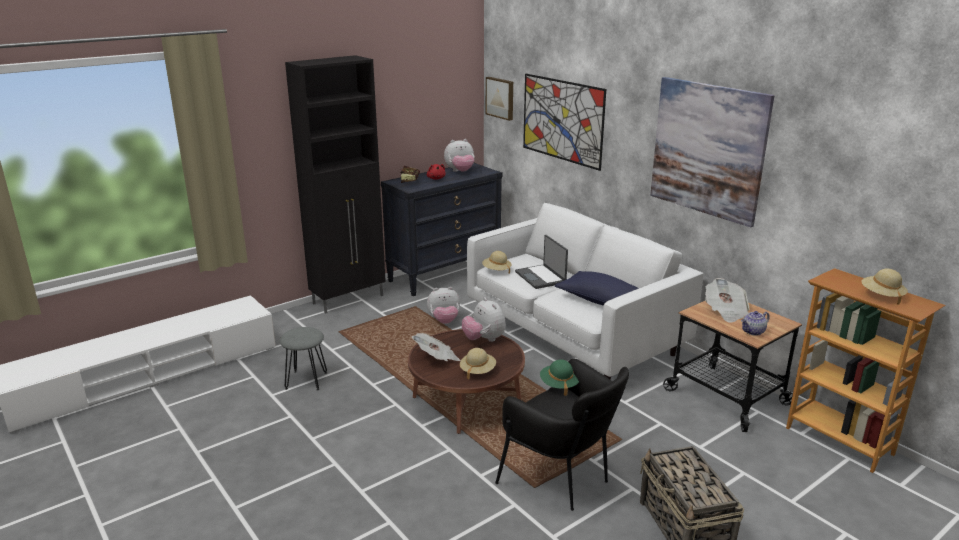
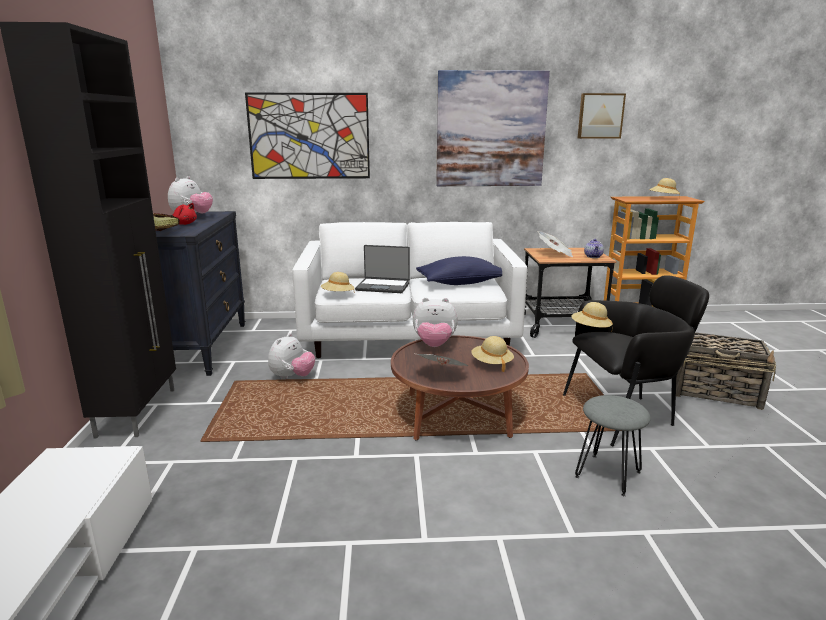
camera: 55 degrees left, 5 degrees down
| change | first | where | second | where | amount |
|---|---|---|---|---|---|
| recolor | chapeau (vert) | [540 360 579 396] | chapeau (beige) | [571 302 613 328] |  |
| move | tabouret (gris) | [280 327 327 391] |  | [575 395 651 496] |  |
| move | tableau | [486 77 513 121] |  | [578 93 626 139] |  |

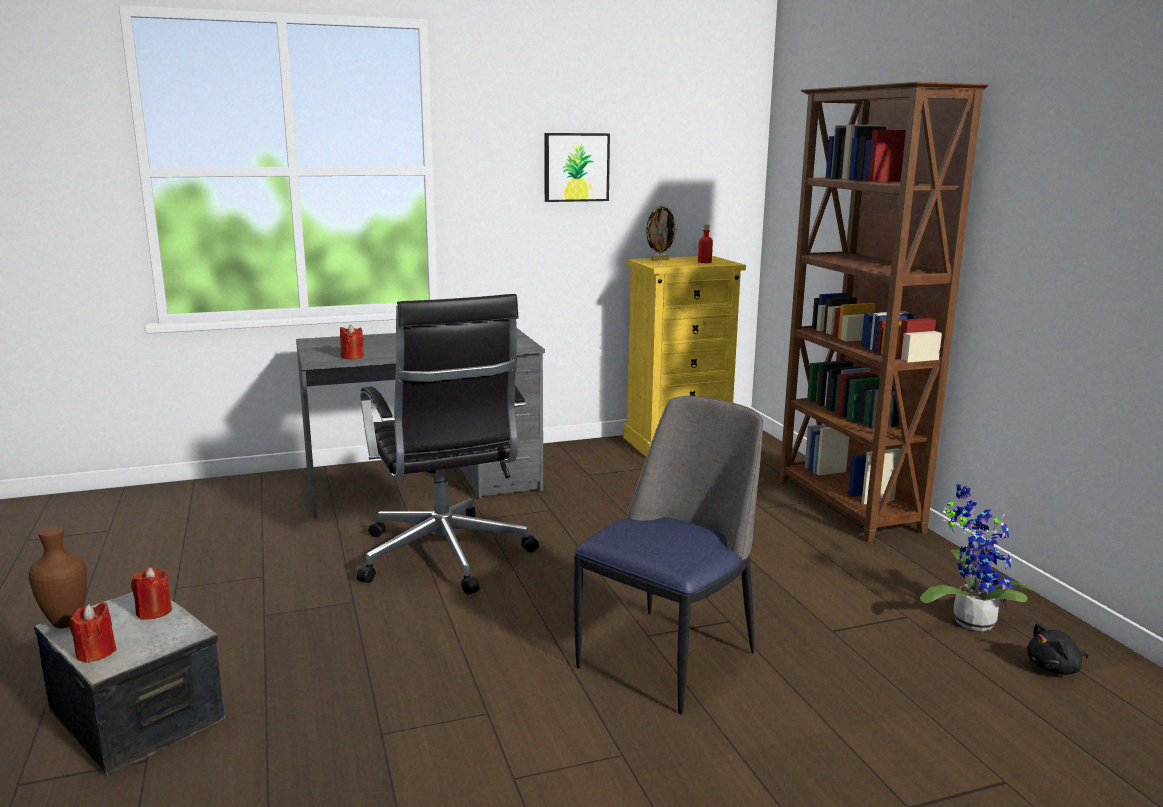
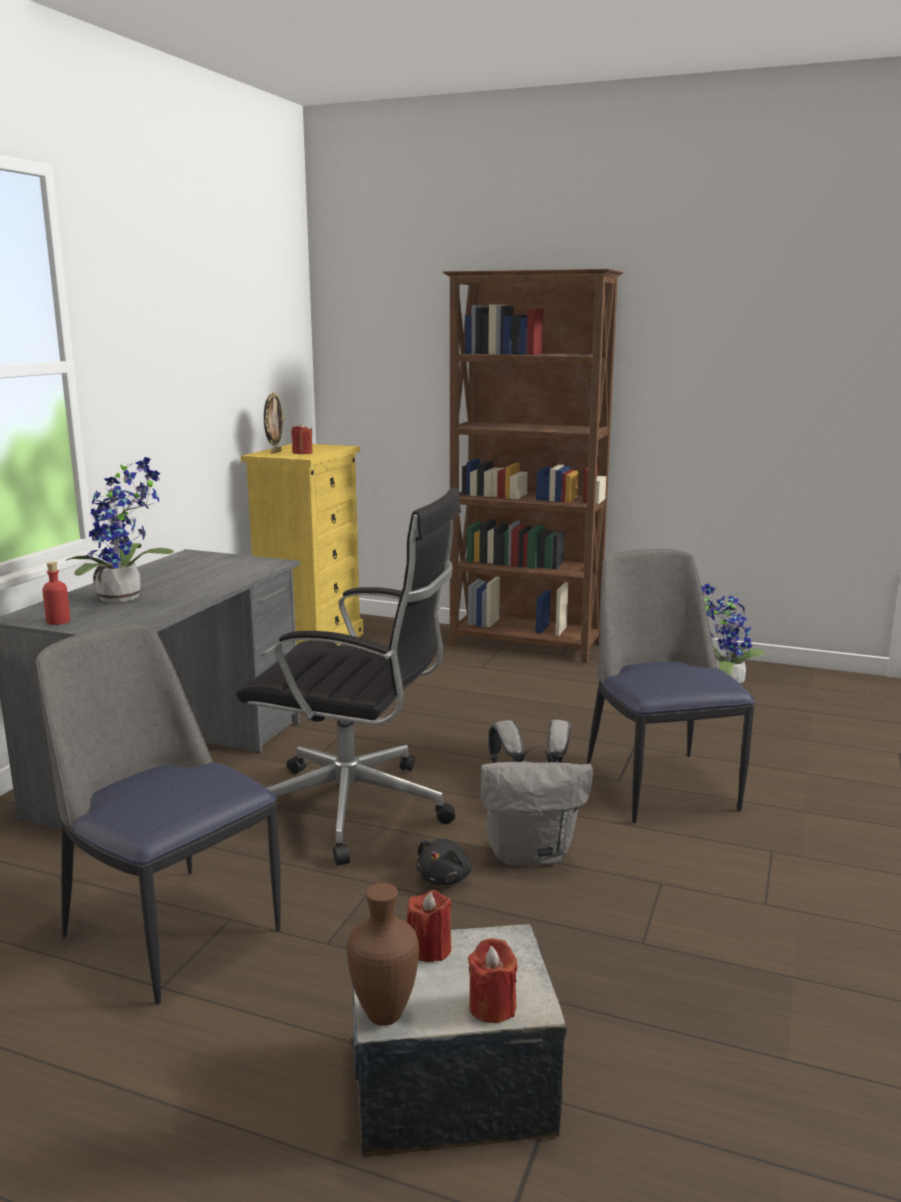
camera: 50 degrees left, 0 degrees up
| change | first | where | second | where | amount |
|---|---|---|---|---|---|
| insert |  |  | chaise | [36 624 281 1005] |  |
| move | bouteille (rouge) | [698 224 713 263] |  | [42 562 70 625] |  |
| insert |  |  | plante en pot | [65 457 174 603] |  |
| move | bougie (rouge) | [340 325 364 359] |  | [291 423 313 454] |  |
| move | peluche (noir) | [1027 623 1089 675] |  | [417 839 472 885] |  |
| insert |  |  | sac à dos (gris) | [481 720 593 866] |  |
| delete | tableau | [544 133 610 202] |  |  |  |

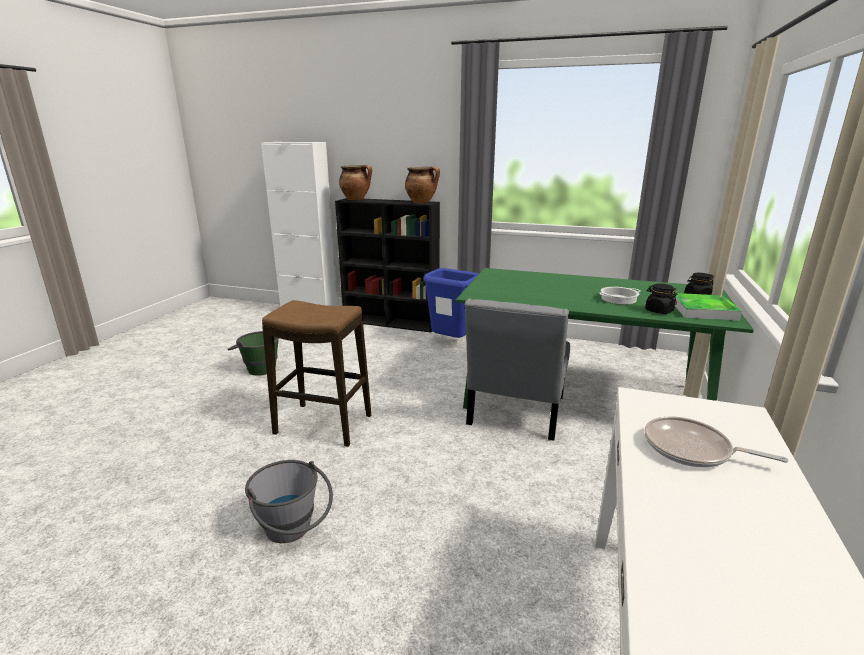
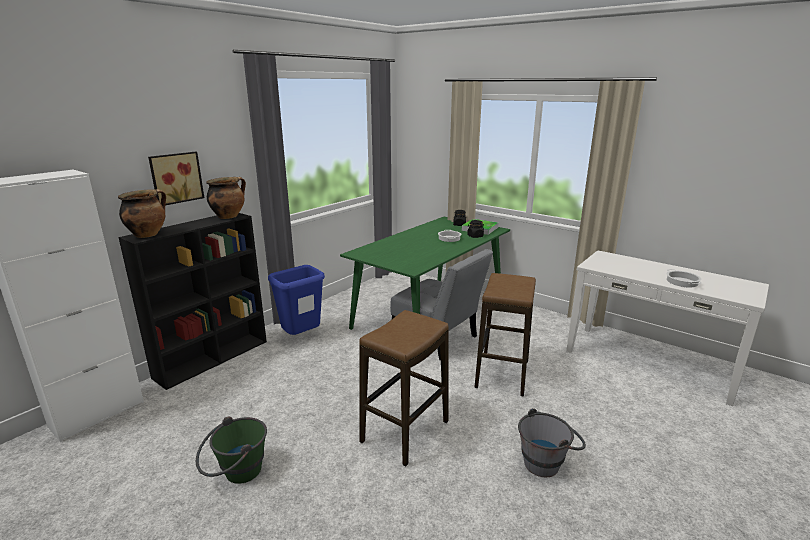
camera: 70 degrees left, 0 degrees up
| change | first | where | second | where | amount |
|---|---|---|---|---|---|
| insert |  |  | tableau | [148 152 204 205] |  |
| insert |  |  | tabouret | [474 273 536 397] |  |
| insert |  |  | marmite | [666 269 702 287] |  |
| delete | poêle | [645 416 789 467] |  |  |  |

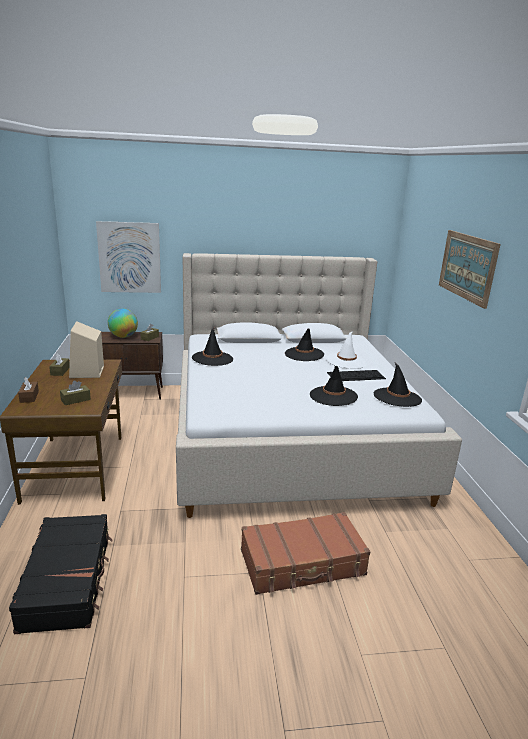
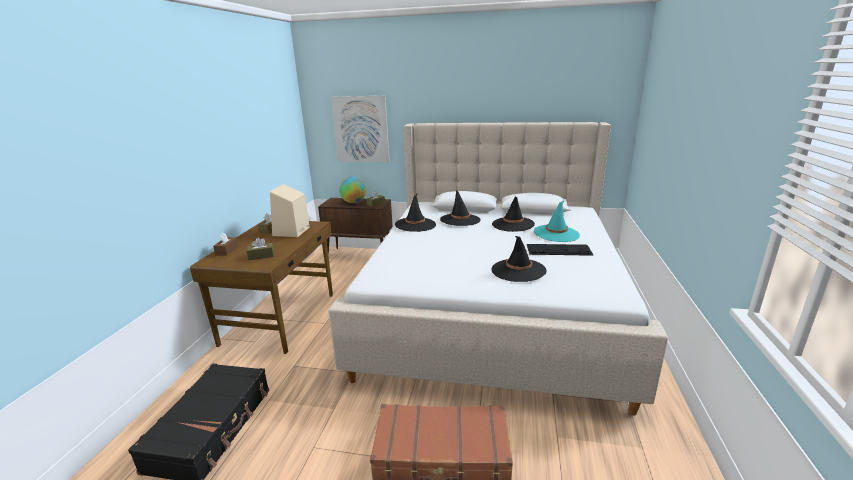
camera: 20 degrees right, 0 degrees up
| change | first | where | second | where | amount |
|---|---|---|---|---|---|
| move | chapeau (noir) | [374 363 422 407] |  | [440 189 481 226] |  |
| recolor | chapeau (blanc) | [326 331 367 369] | chapeau (turquoise) | [534 201 580 242] |  |
| delete | tableau | [439 230 501 309] |  |  |  |

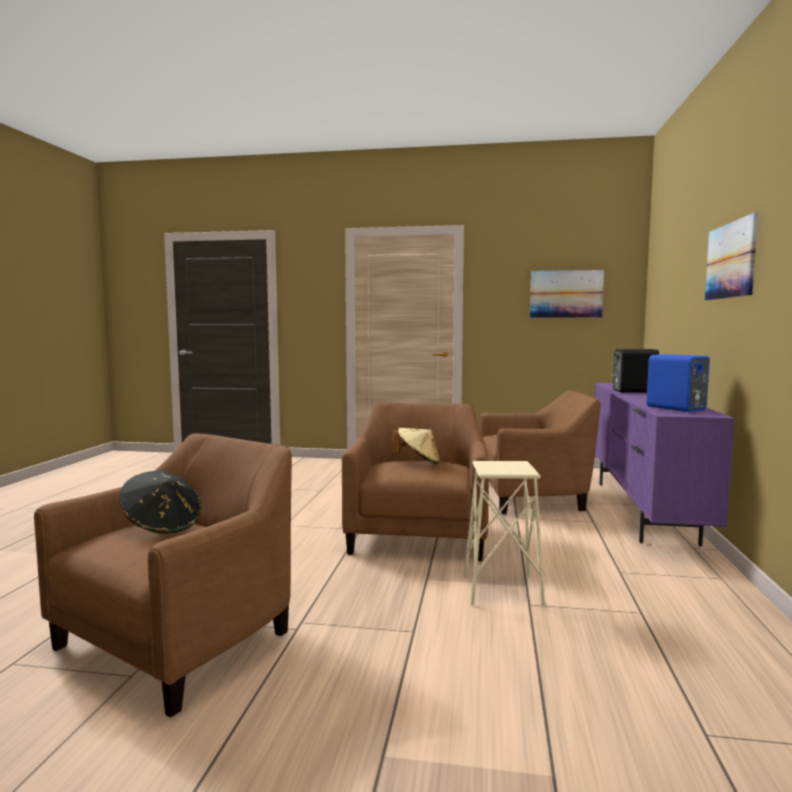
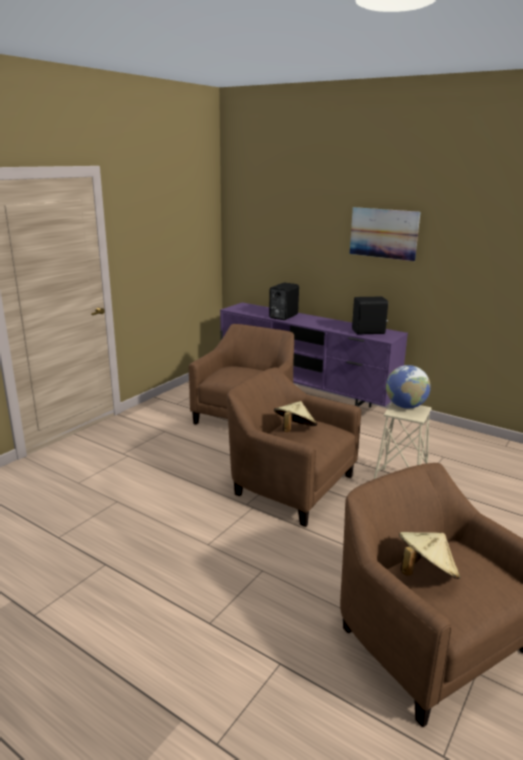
camera: 65 degrees left, 15 degrees up
| change | first | where | second | where | amount |
|---|---|---|---|---|---|
| recolor | enceinte (bleu) | [647 354 710 412] | enceinte (noir) | [352 297 388 334] |  |
| insert |  |  | globe | [386 365 431 409] |  |
| recolor | chapeau (noir) | [120 471 201 534] | chapeau (beige) | [399 532 460 579] |  |
| delete | tableau | [530 270 604 318] |  |  |  |

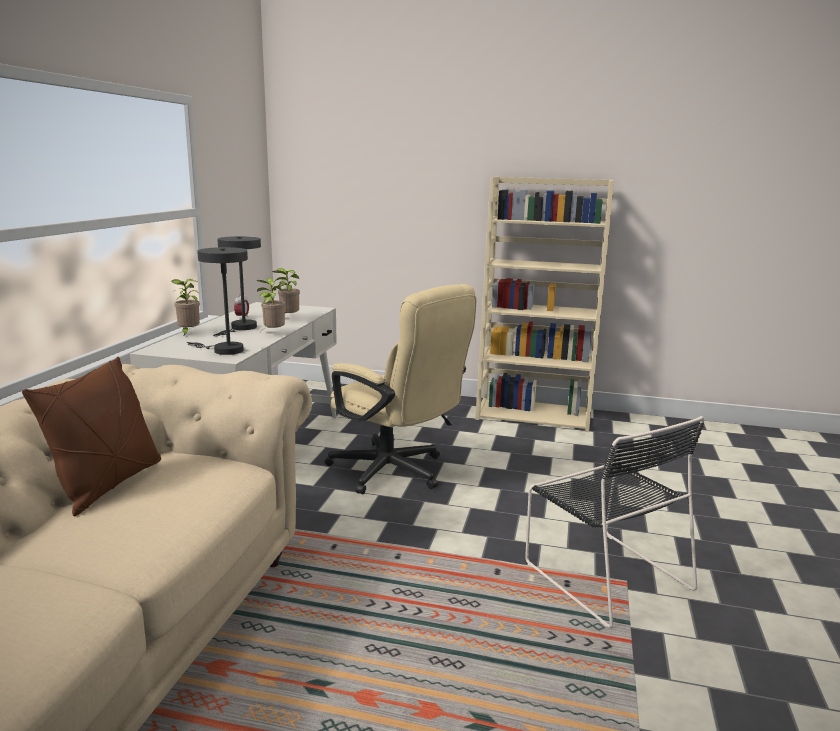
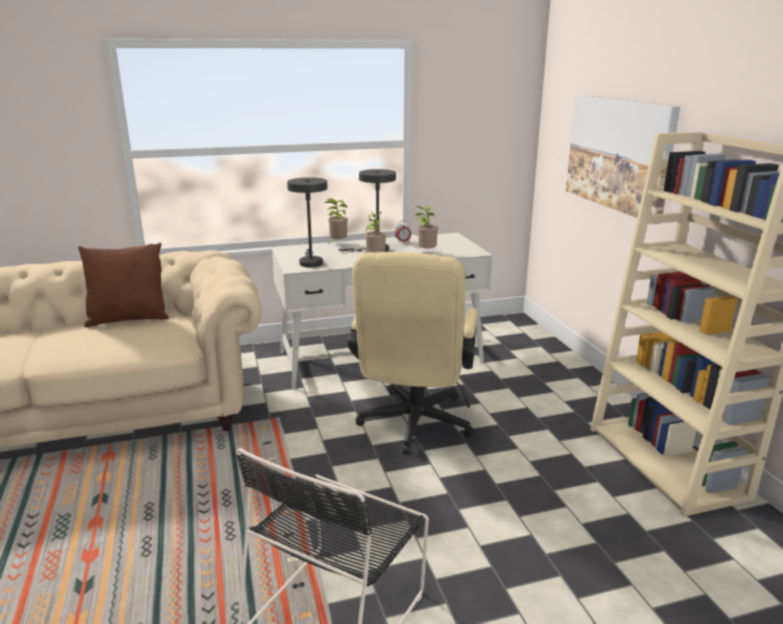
camera: 60 degrees right, 5 degrees up
| change | first | where | second | where | amount |
|---|---|---|---|---|---|
| insert |  |  | tableau | [566 95 680 224] |  |

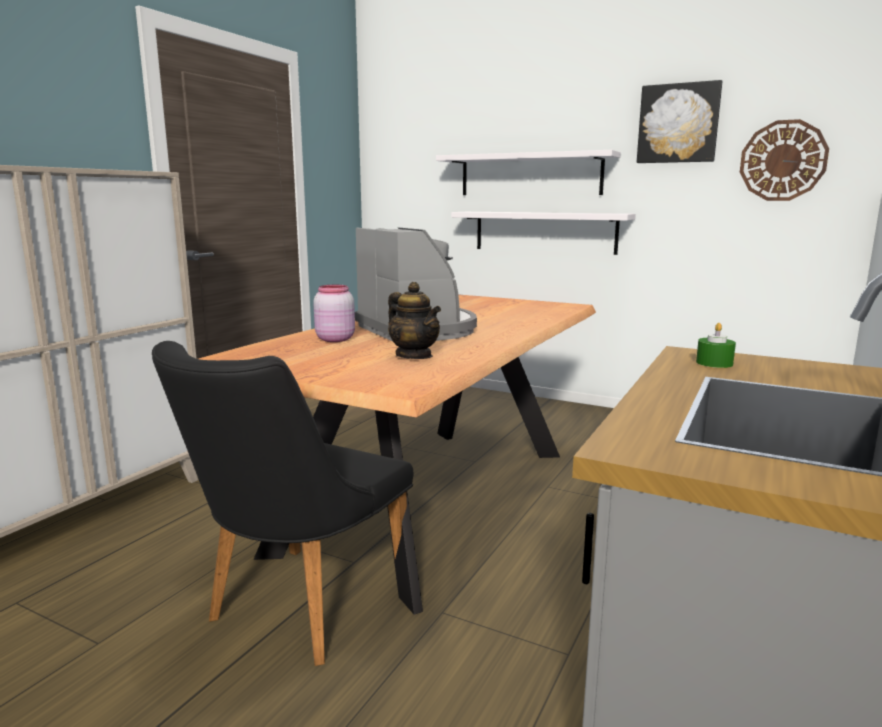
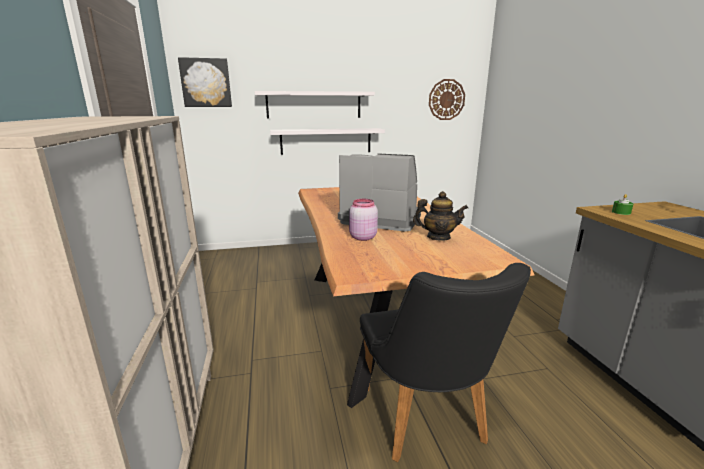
camera: 40 degrees left, 5 degrees up
| change | first | where | second | where | amount |
|---|---|---|---|---|---|
| move | tableau | [637 80 722 163] |  | [178 57 232 107] |  |

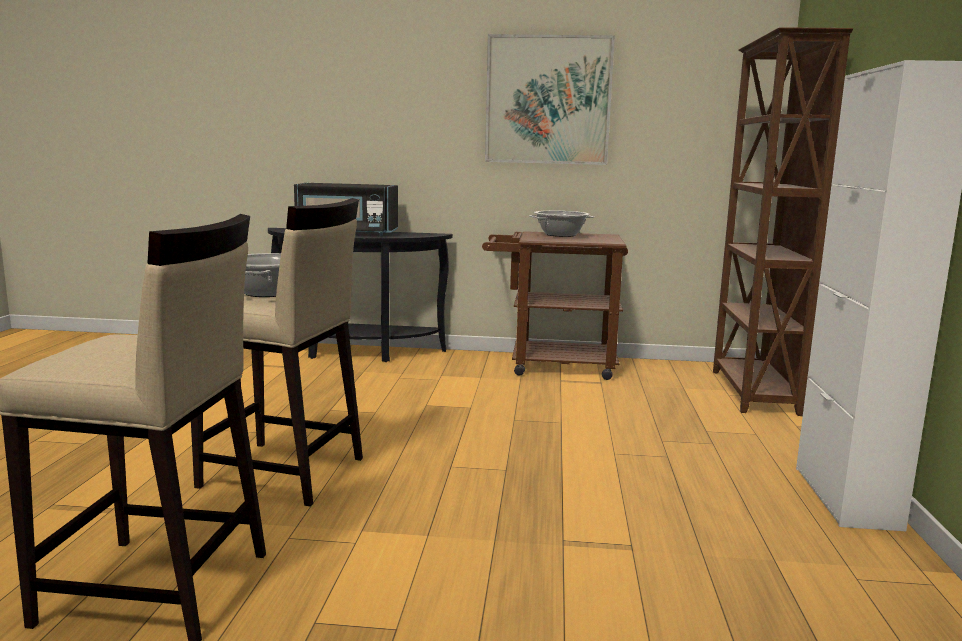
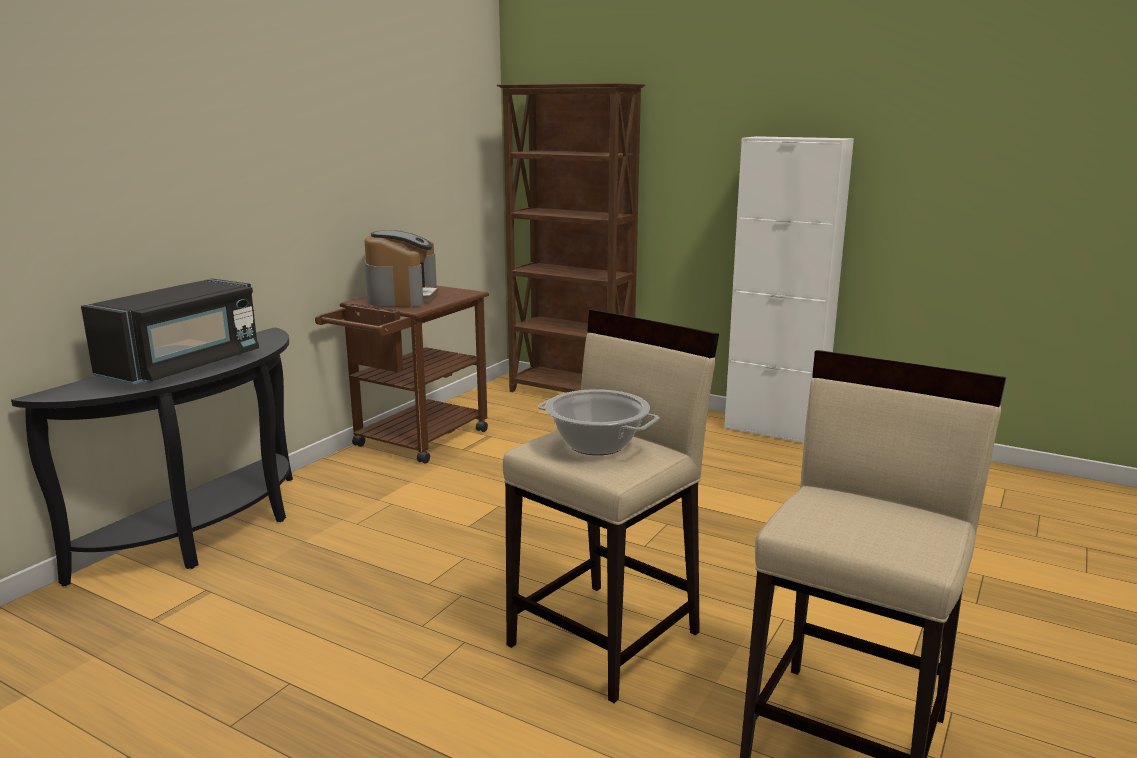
camera: 65 degrees left, 5 degrees up
| change | first | where | second | where | amount |
|---|---|---|---|---|---|
| replace | marmite | [529 211 594 237] | machine à café | [365 230 439 307] |  |
| delete | tableau | [485 34 615 165] |  |  |  |

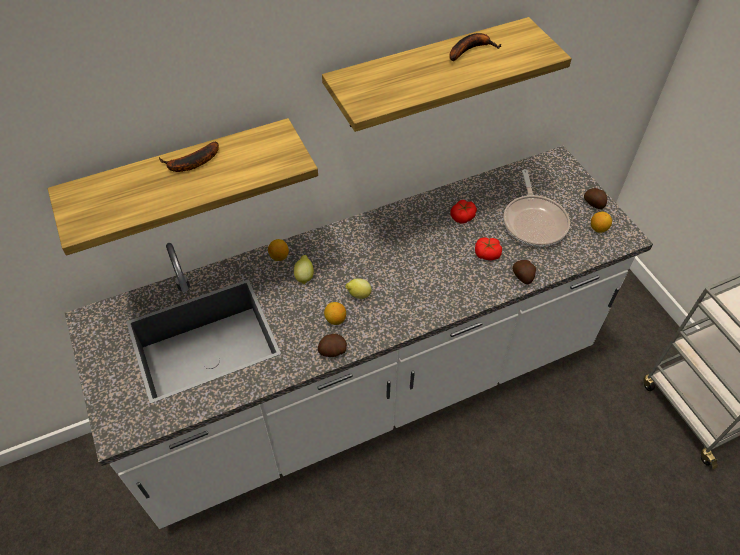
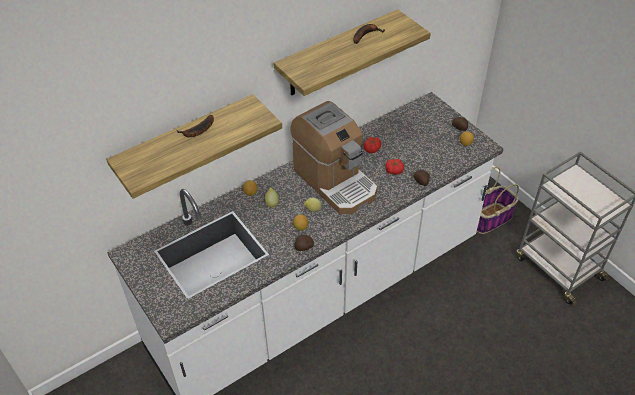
camera: 10 degrees left, 5 degrees down
| change | first | where | second | where | amount |
|---|---|---|---|---|---|
| insert |  |  | machine à café | [291 101 378 214] |  |
| insert |  |  | panier | [477 167 519 234] |  |
| delete | poêle | [503 169 570 247] |  |  |  |

